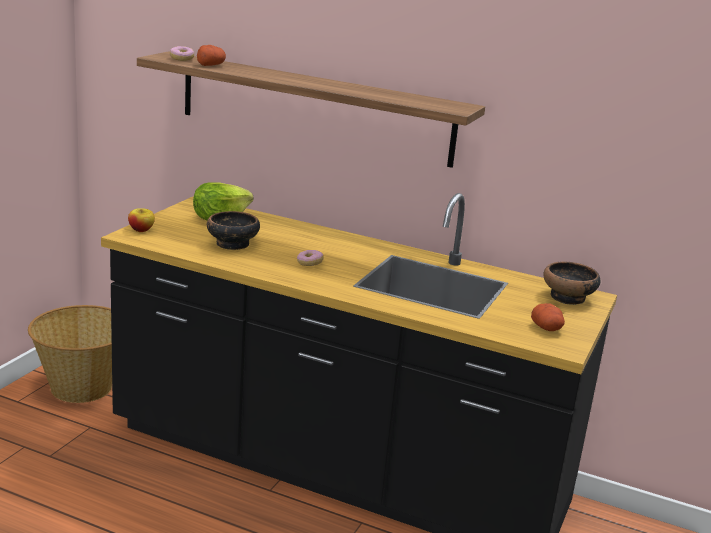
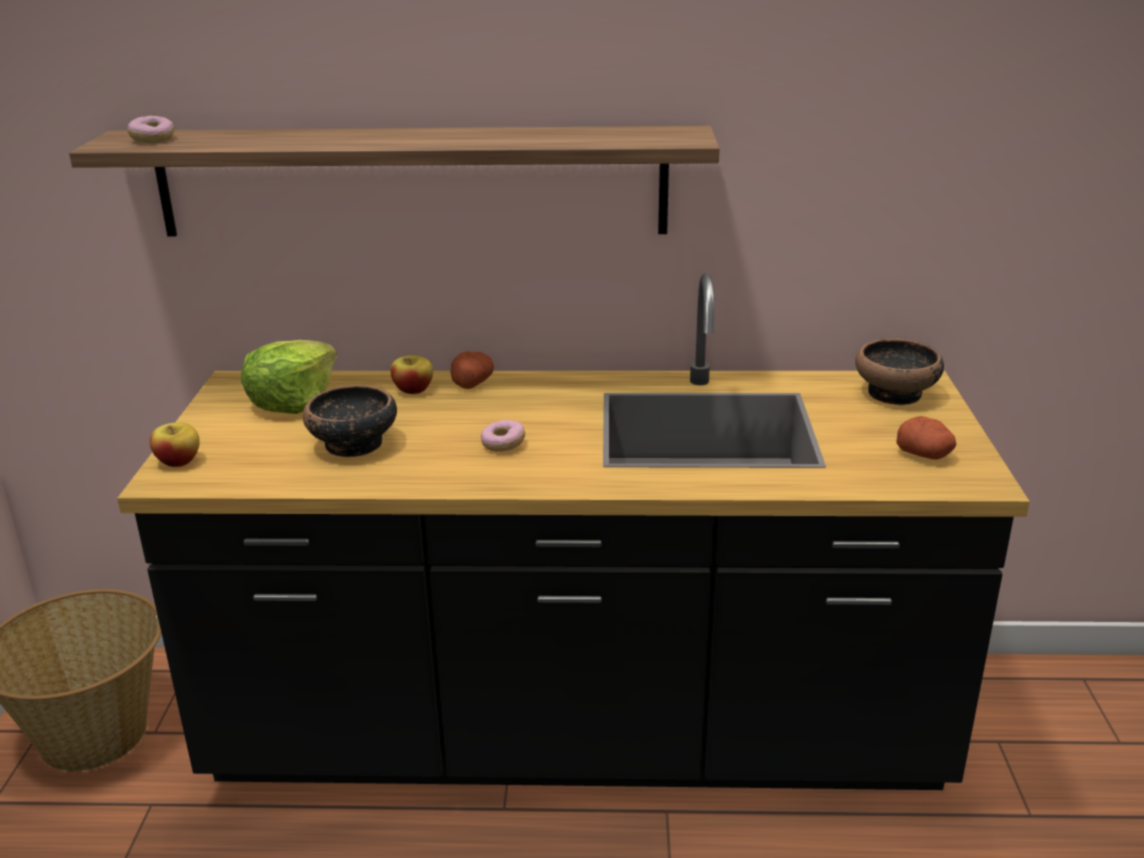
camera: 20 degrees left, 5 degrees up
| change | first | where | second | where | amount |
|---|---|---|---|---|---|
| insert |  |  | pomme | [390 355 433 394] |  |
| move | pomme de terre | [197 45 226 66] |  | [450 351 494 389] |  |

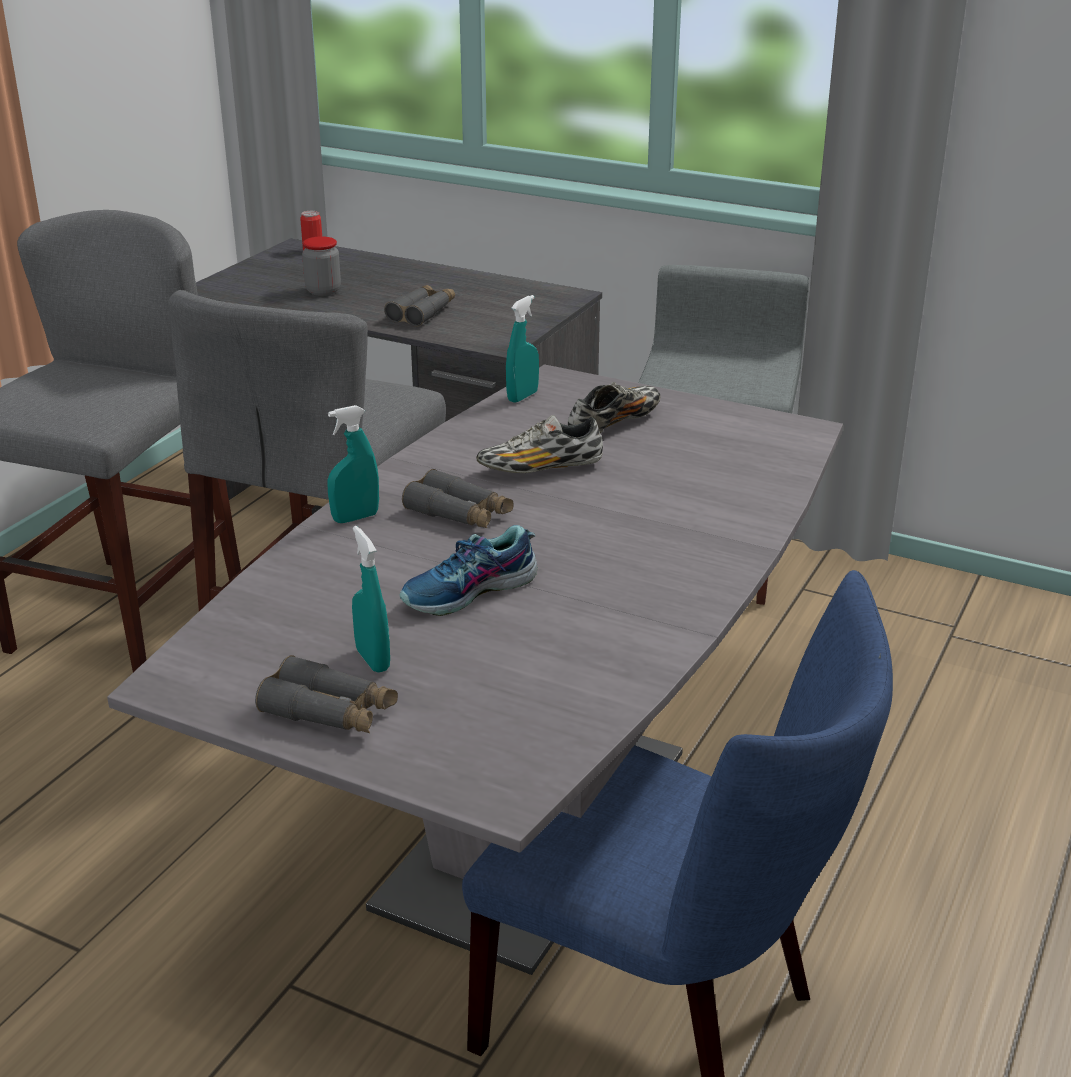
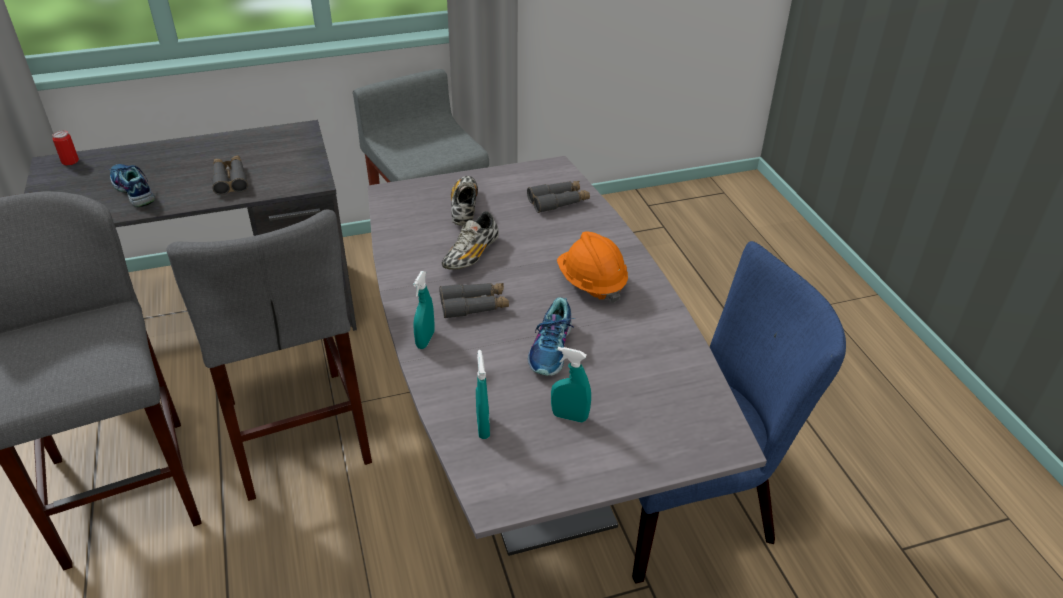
camera: 45 degrees left, 10 degrees up
| change | first | where | second | where | amount |
|---|---|---|---|---|---|
| replace | bocal | [302 236 341 296] | chaussure | [109 164 155 207] |  |
| move | vaporisateur (turquoise) | [506 295 539 403] |  | [476 350 490 439] |  |
| move | jumelles (gris) | [255 655 398 733] |  | [527 181 590 213] |  |
| insert |  |  | casque de chantier (orange) | [557 231 628 303] |  |

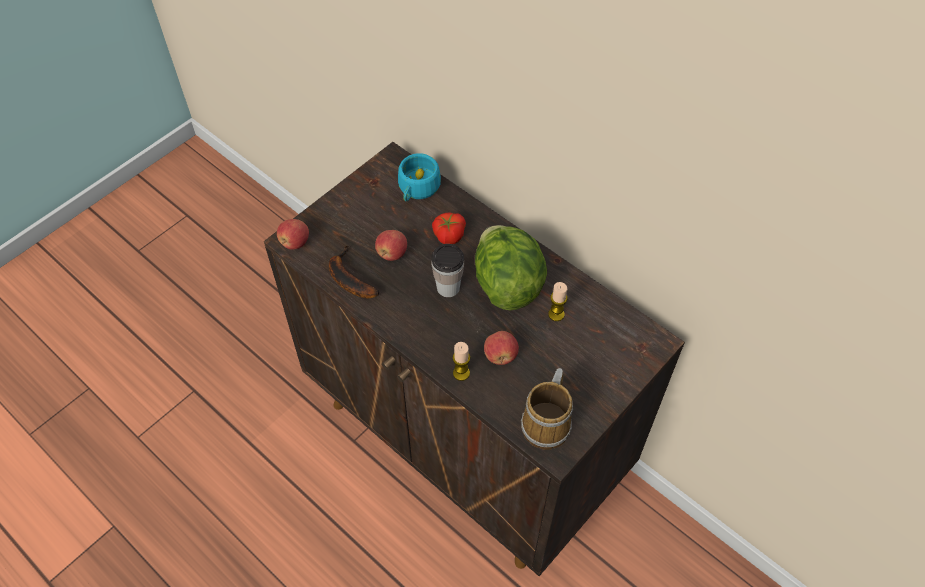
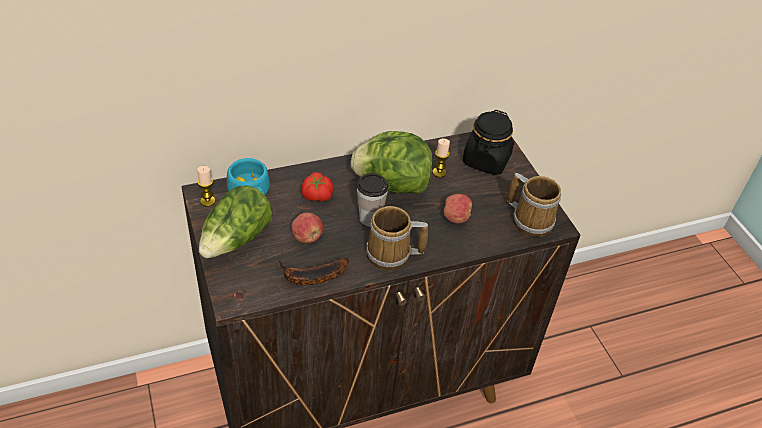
camera: 65 degrees left, 10 degrees down
| change | first | where | second | where | amount |
|---|---|---|---|---|---|
| move | bougie | [453 342 470 381] |  | [197 166 215 207] |  |
| insert |  |  | laitue | [199 186 272 258] |  |
| insert |  |  | mug | [366 206 428 270] |  |
| insert |  |  | bocal (noir) | [463 110 514 175] |  |
| delete | pomme | [277 219 309 250] |  |  |  |

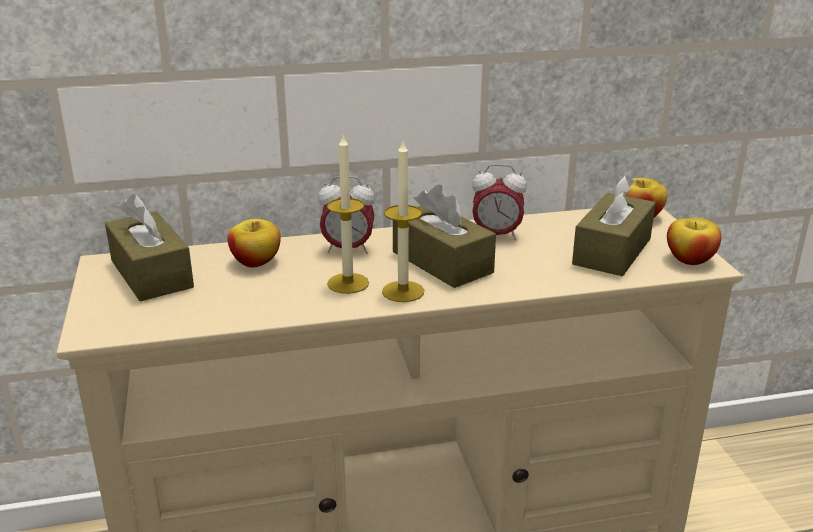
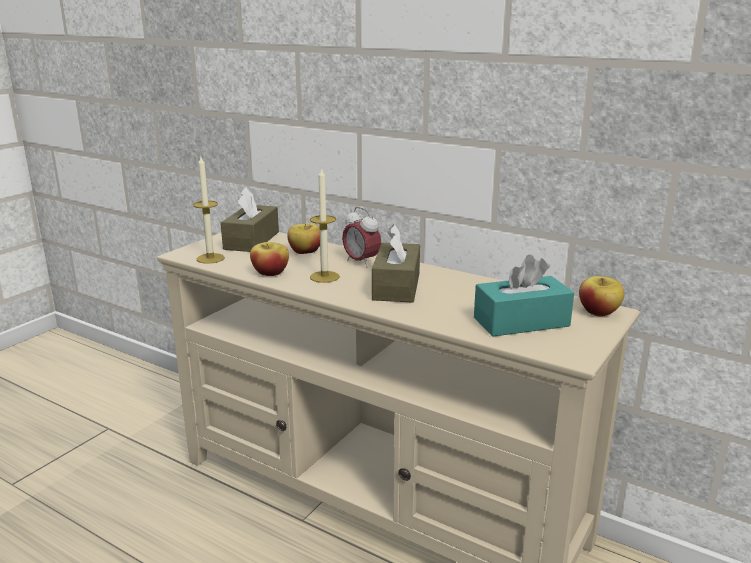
camera: 45 degrees right, 5 degrees down
| change | first | where | second | where | amount |
|---|---|---|---|---|---|
| move | bougie | [382 142 424 302] |  | [193 157 225 264] |  |
| move | pomme | [667 218 721 265] |  | [250 242 289 276] |  |
| recolor | boîte à mouchoirs (marron) | [572 175 656 276] | boîte à mouchoirs (turquoise) | [474 255 574 337] |  |
| delete | réveil | [472 164 527 240] |  |  |  |

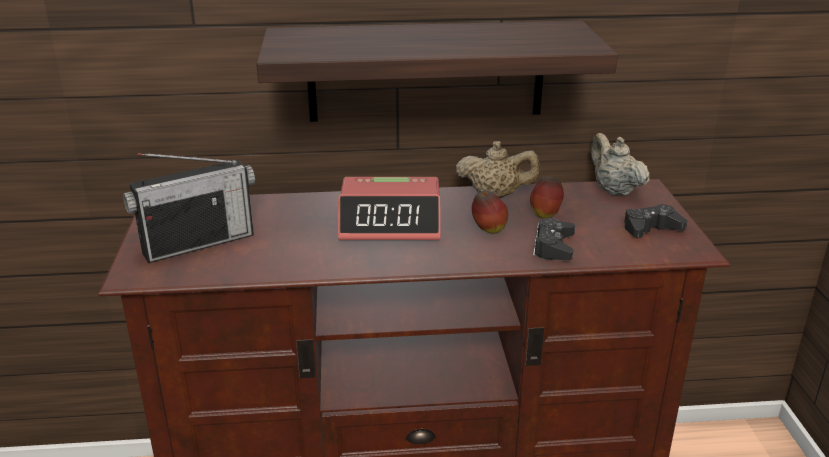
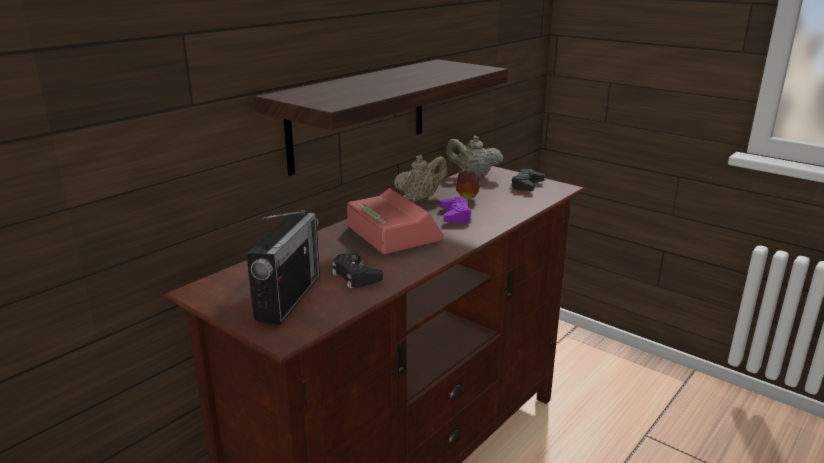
camera: 45 degrees left, 5 degrees down
| change | first | where | second | where | amount |
|---|---|---|---|---|---|
| move | manette (noir) | [533 218 575 260] |  | [332 253 383 288] |  |
| rotate | réveil | [338 177 441 240] |  | [347 188 444 254] | 75 degrees counterclockwise |
| replace | pomme | [472 191 508 234] | manette (violet) | [440 197 472 223] |  |

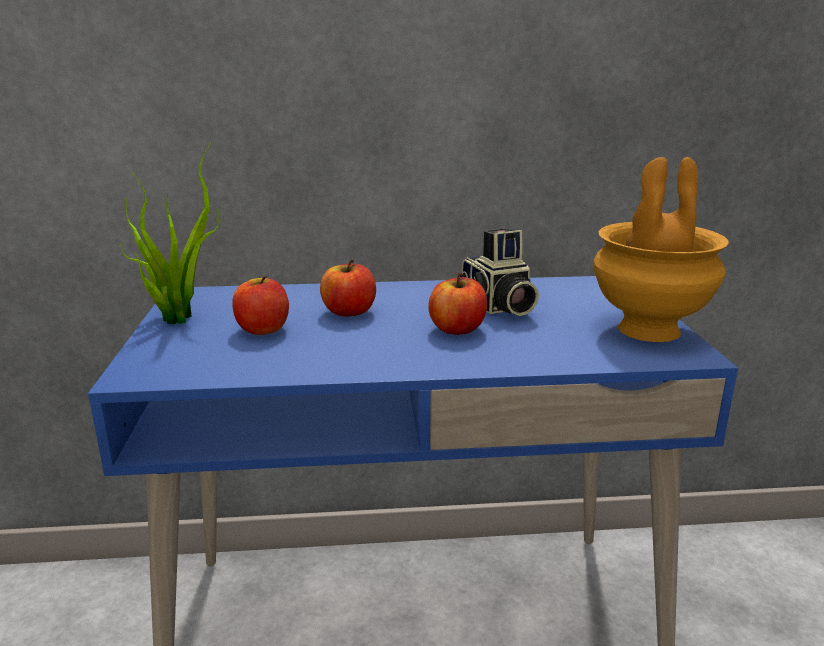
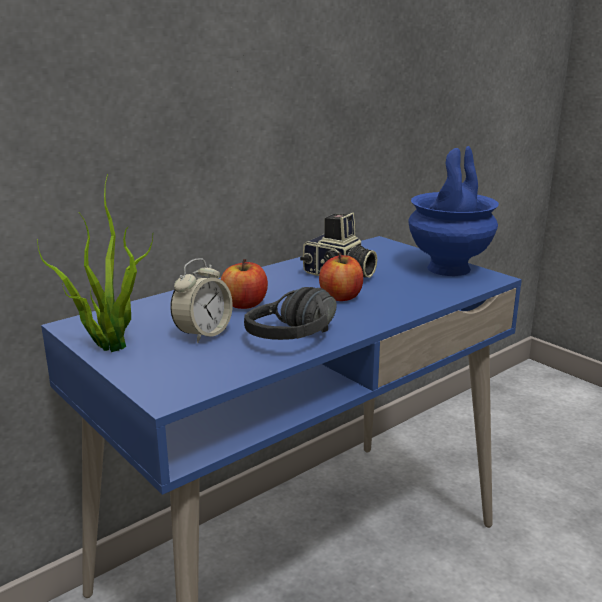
camera: 35 degrees left, 0 degrees up
| change | first | where | second | where | amount |
|---|---|---|---|---|---|
| replace | pomme | [232 276 289 335] | réveil | [170 258 233 343] |  |
| insert |  |  | casque audio (noir) | [244 287 337 340] |  |
| recolor | vase (marron) | [594 157 729 342] | vase (bleu) | [408 146 499 276] |  |

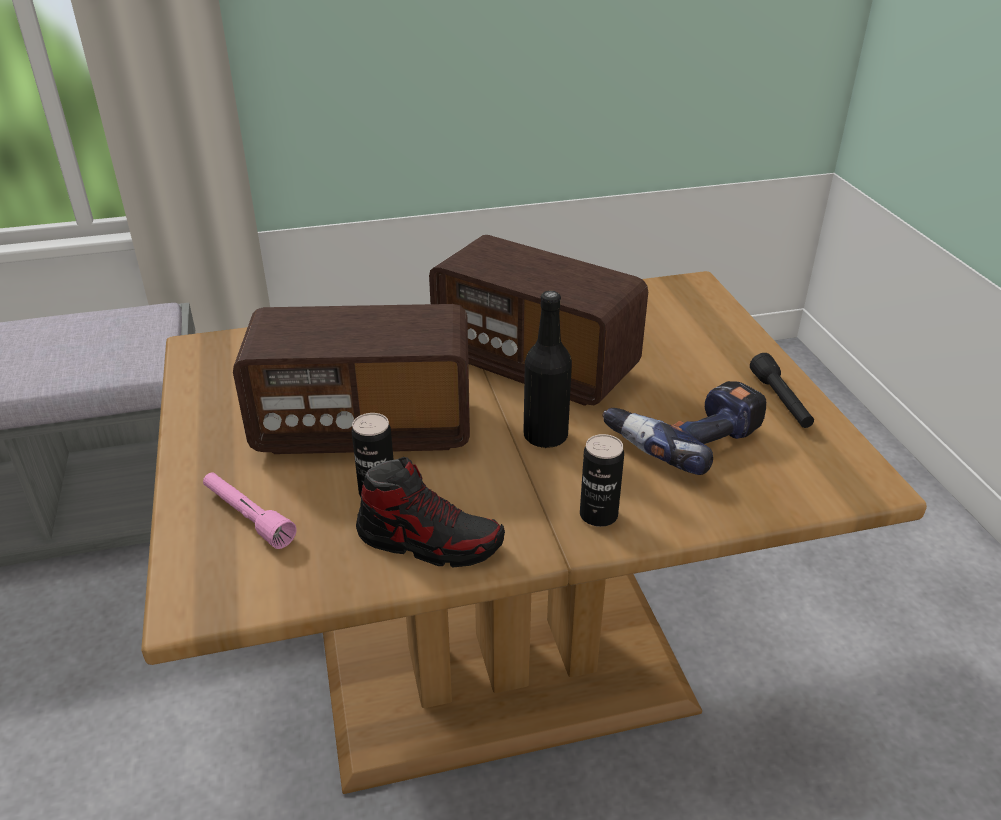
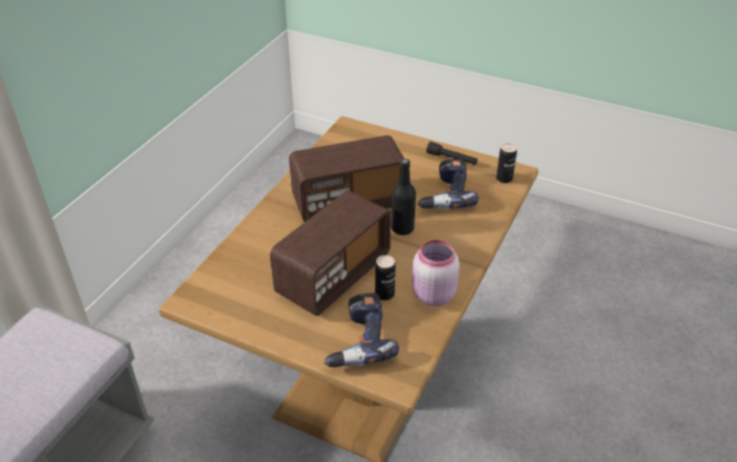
camera: 50 degrees left, 5 degrees up
| change | first | where | second | where | amount |
|---|---|---|---|---|---|
| replace | lampe de poche (rose) | [203 472 296 549] | perceuse | [324 293 399 367] |  |
| replace | chaussure | [356 457 505 568] | bocal (rose) | [412 240 460 306] |  |
| move | boîte métallique | [580 434 624 527] |  | [496 143 517 183] |  |

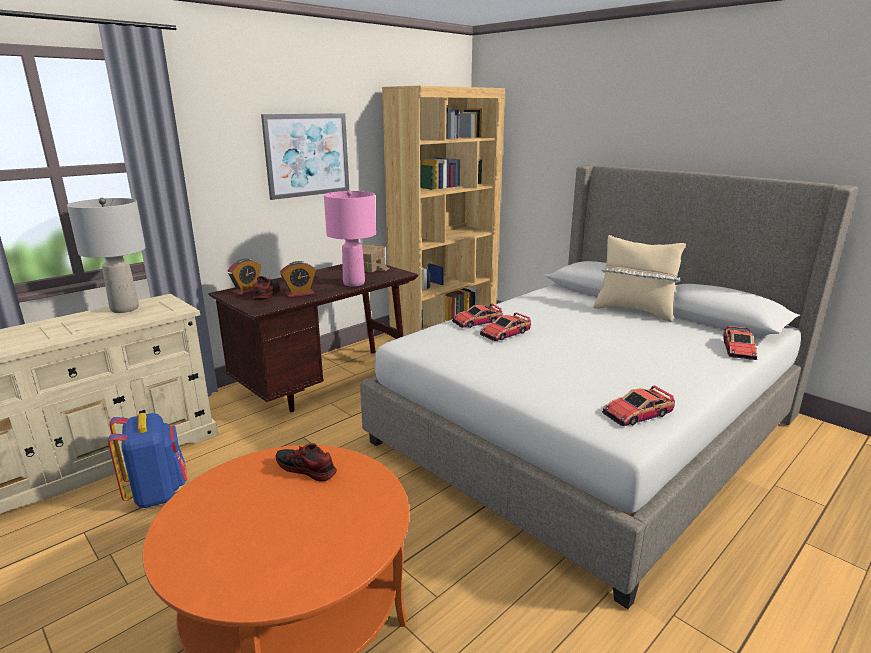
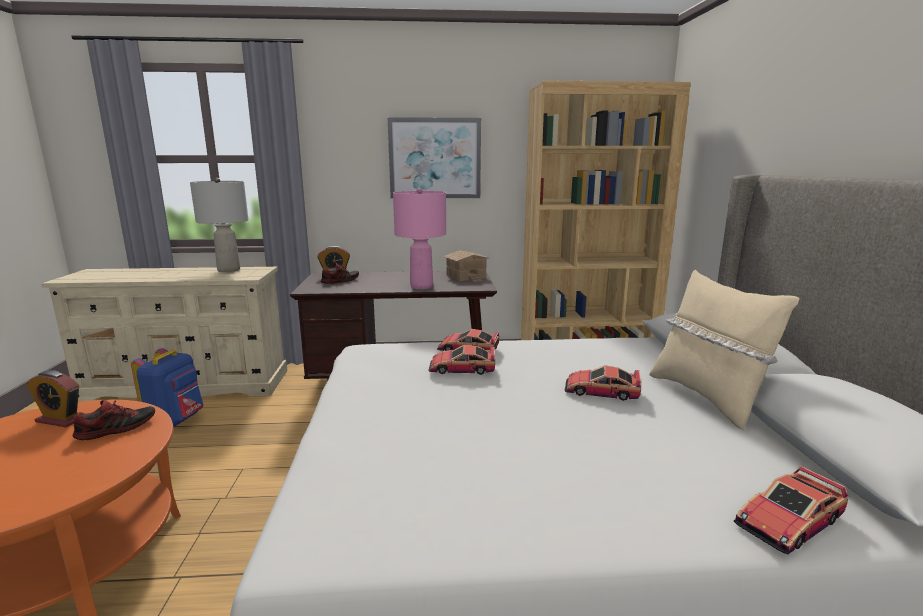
camera: 40 degrees right, 5 degrees down
| change | first | where | second | where | amount |
|---|---|---|---|---|---|
| move | réveil | [280 261 316 298] |  | [26 370 79 427] |  |
| rotate | chaussure | [275 443 337 482] |  | [73 400 155 440] | 75 degrees clockwise |
| move | petite voiture | [602 386 675 426] |  | [565 365 641 401] |  |

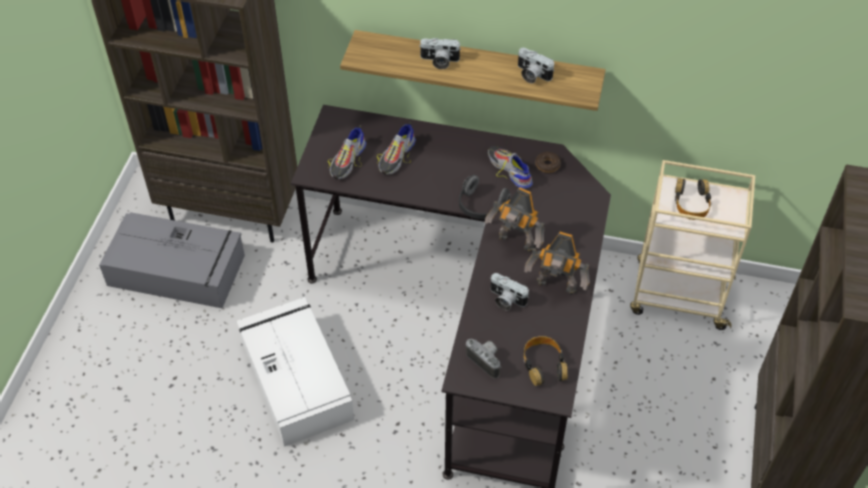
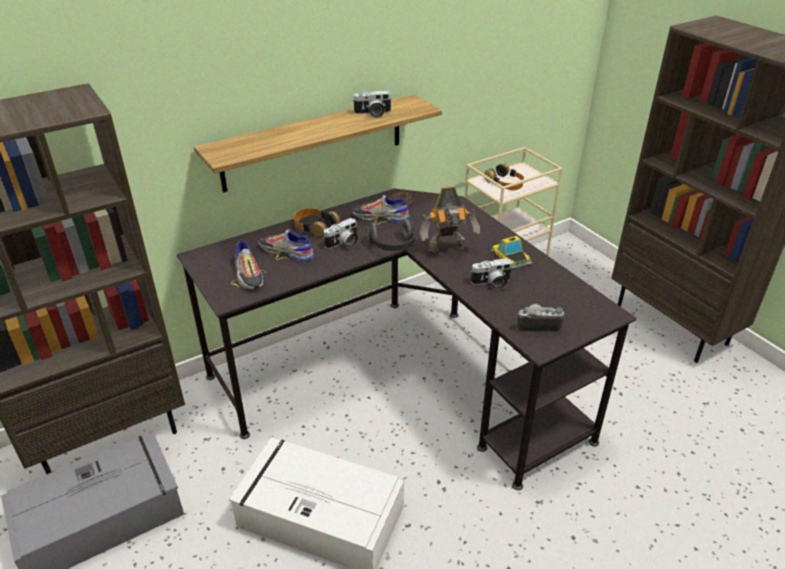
camera: 45 degrees left, 15 degrees down
| change | first | where | second | where | amount |
|---|---|---|---|---|---|
| rotate | chaussure | [377 122 416 175] |  | [259 229 315 262] | 135 degrees clockwise |
| move | casque audio | [523 336 568 386] |  | [294 208 340 237] |  |
| move | appareil photo | [419 38 460 69] |  | [324 218 358 249] |  |
| replace | robot jouet | [524 232 590 295] | petite voiture | [491 236 532 269] |  |

